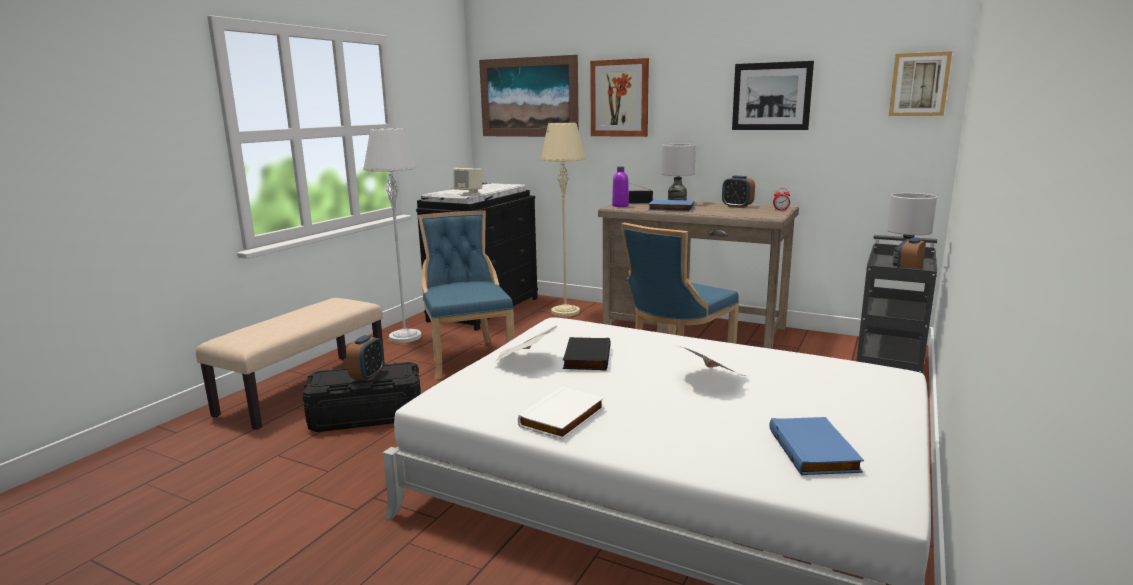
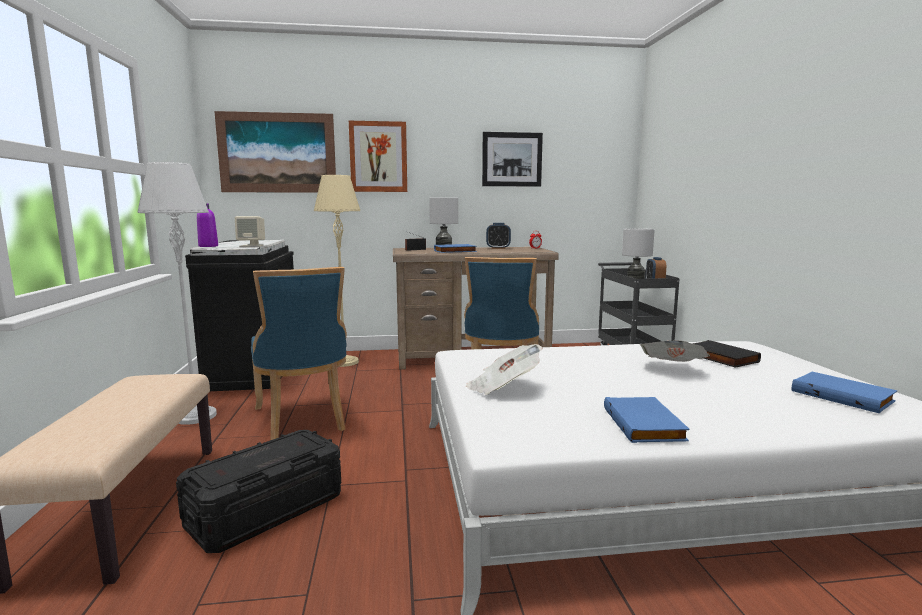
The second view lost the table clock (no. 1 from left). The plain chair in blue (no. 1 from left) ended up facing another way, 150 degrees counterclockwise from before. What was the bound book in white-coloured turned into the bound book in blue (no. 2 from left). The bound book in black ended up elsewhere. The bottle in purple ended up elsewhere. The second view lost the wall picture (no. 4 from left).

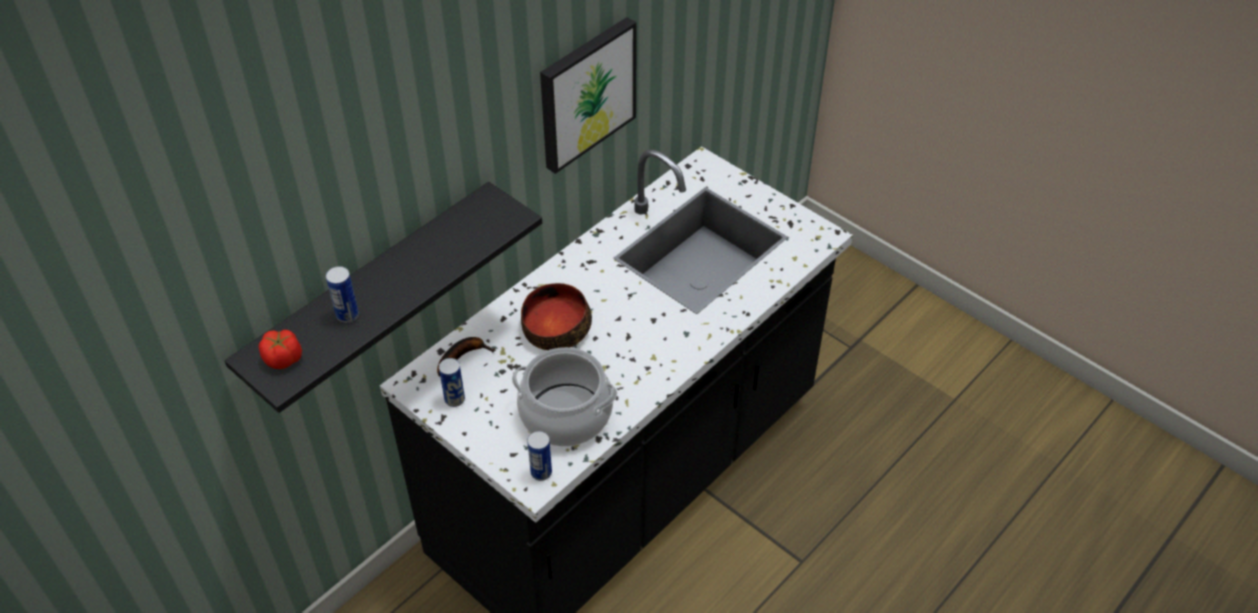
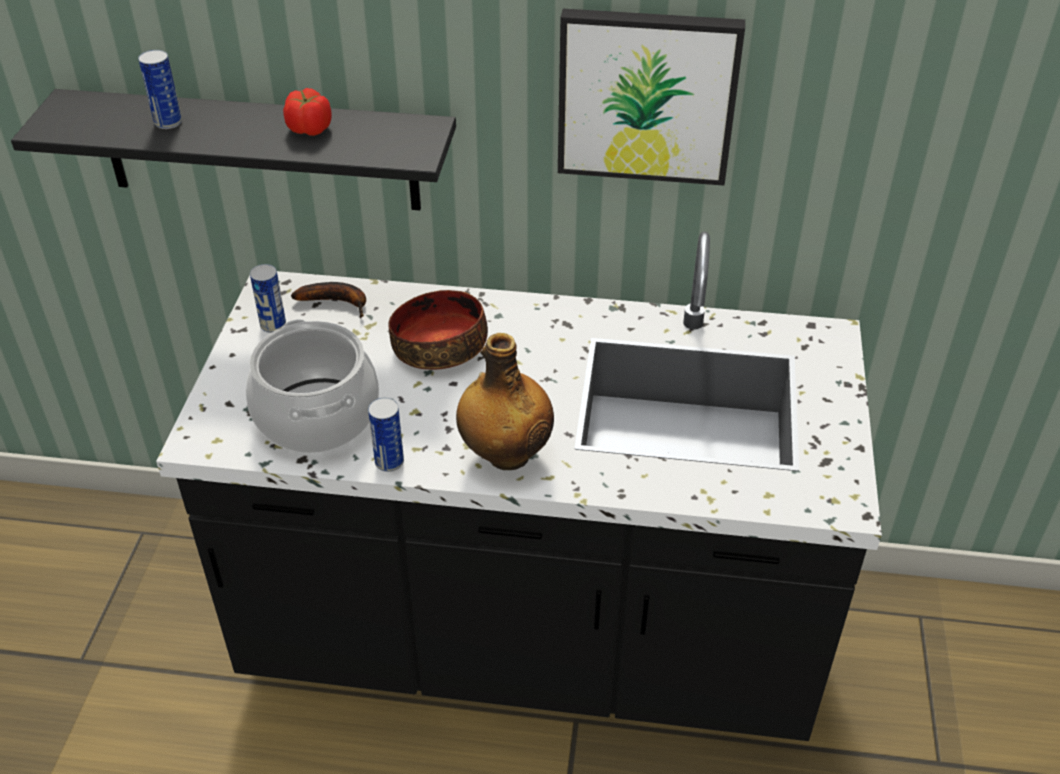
The whole tomato ended up elsewhere. The metal can (no. 3 from left) ended up elsewhere. The second view gained the bottle.

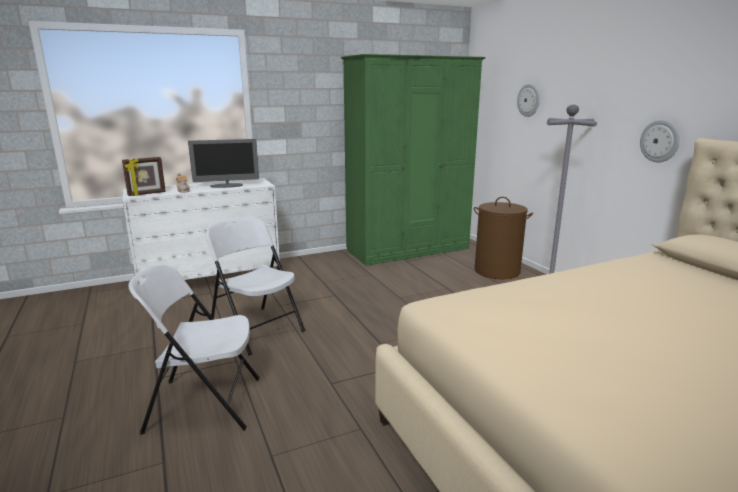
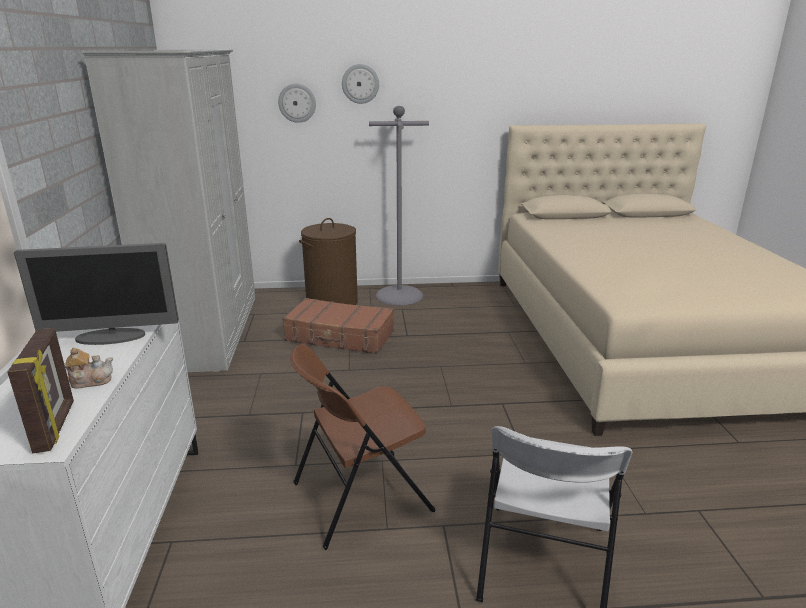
The computer screen ended up facing another way, 75 degrees clockwise from before. What was the plain chair in white-coloured (no. 2 from left) turned into the plain chair in brown. What was the wardrobe in green turned into the wardrobe in white-coloured. The clock on the wall (no. 2 from left) ended up elsewhere. The second view gained the piece of luggage in brown.

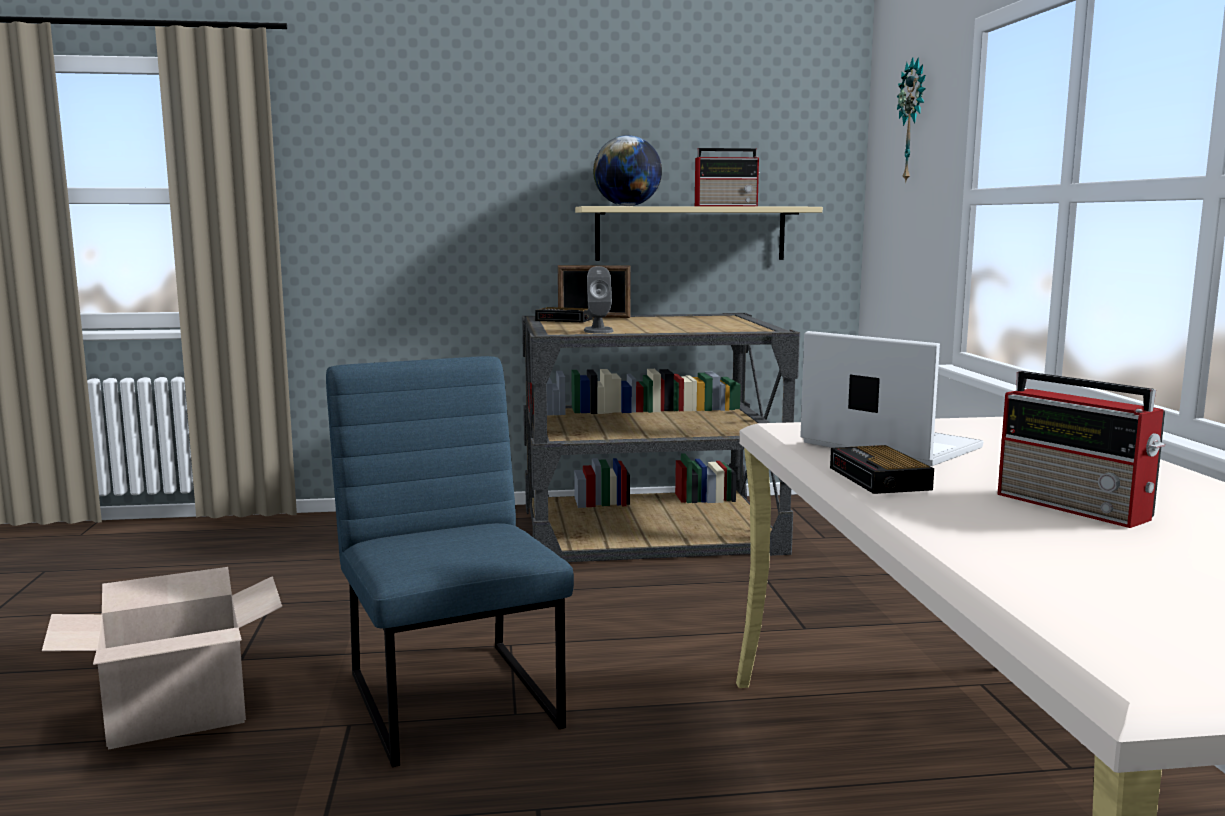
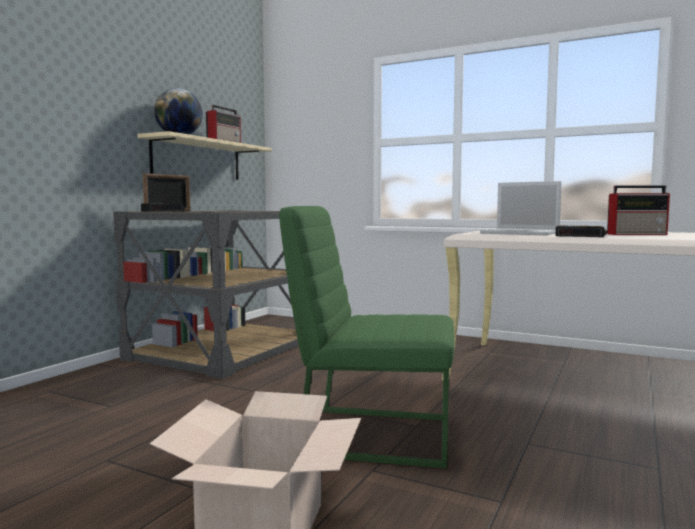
What was the plain chair in blue turned into the plain chair in green. The second view lost the speaker in gray. The laptop ended up facing another way, 135 degrees counterclockwise from before. The second view lost the clock on the wall.

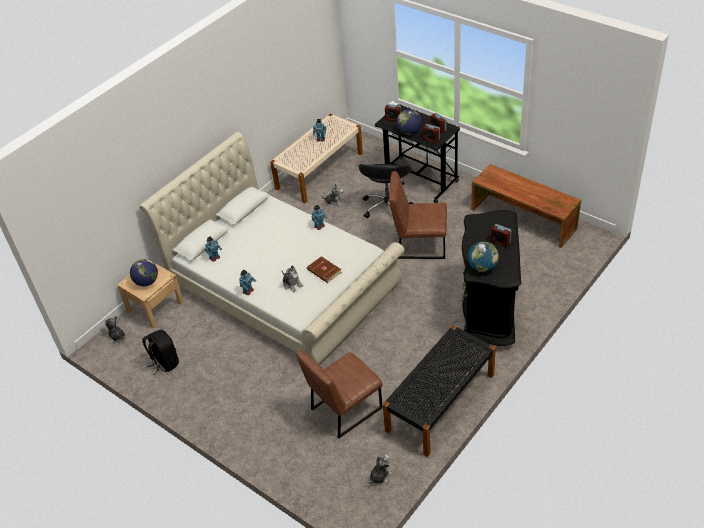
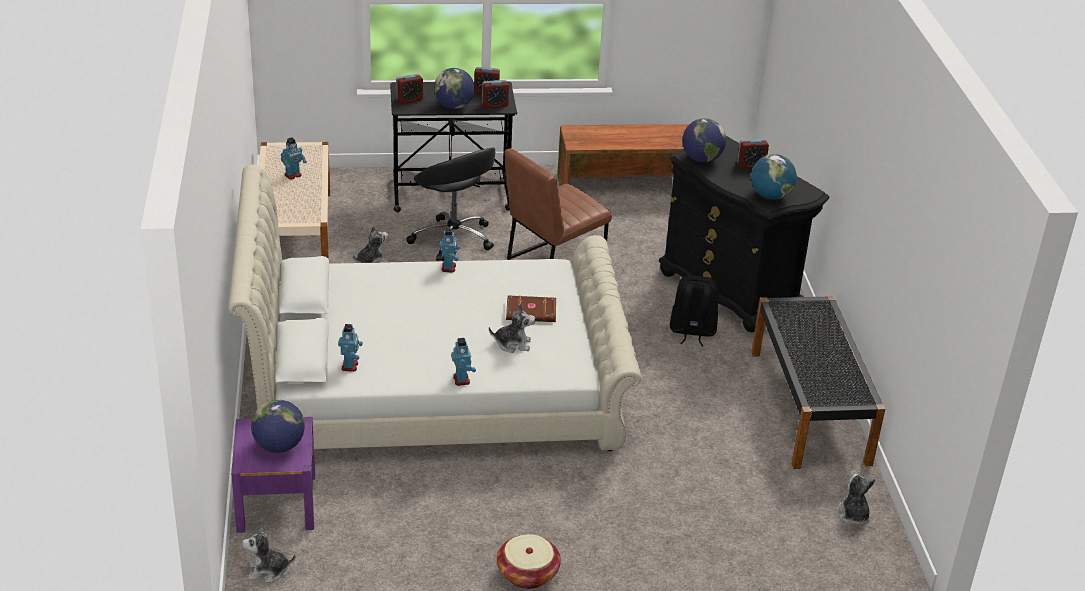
What was the night table in beige turned into the night table in purple. The rucksack in black ended up elsewhere. The second view lost the plain chair in brown (no. 1 from left). The second view gained the basket. The second view gained the desk globe (no. 3 from left).

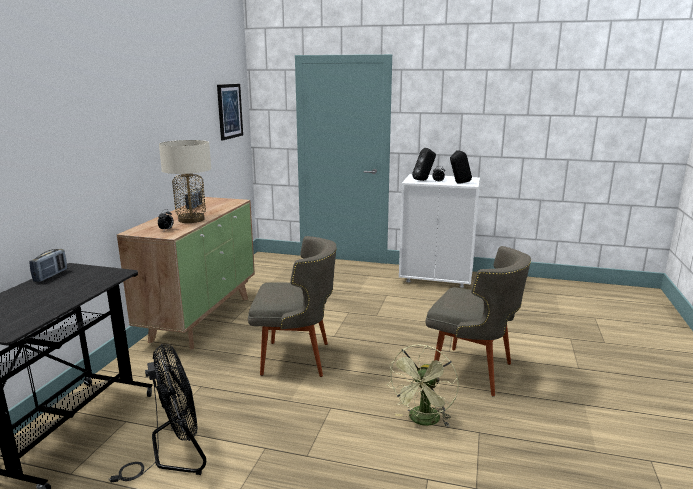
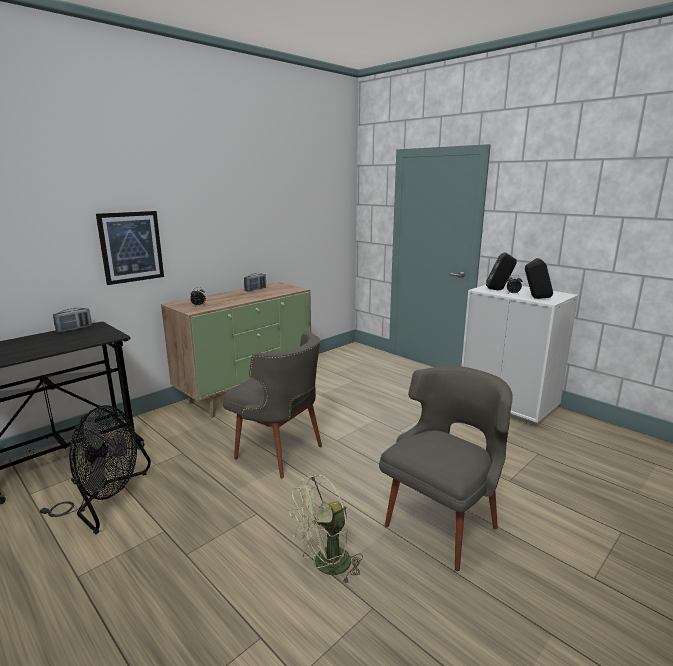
The second view lost the lamp for a table. The wall picture ended up elsewhere. The plain chair in gray (no. 2 from left) ended up facing another way, 105 degrees counterclockwise from before.

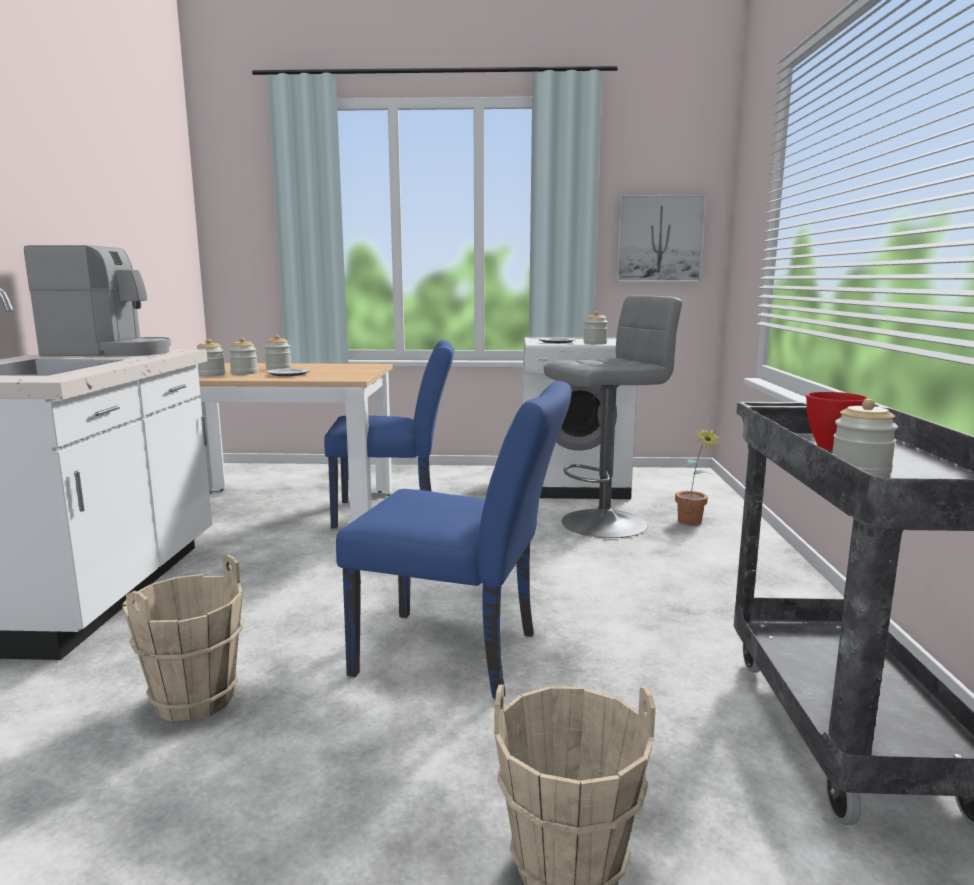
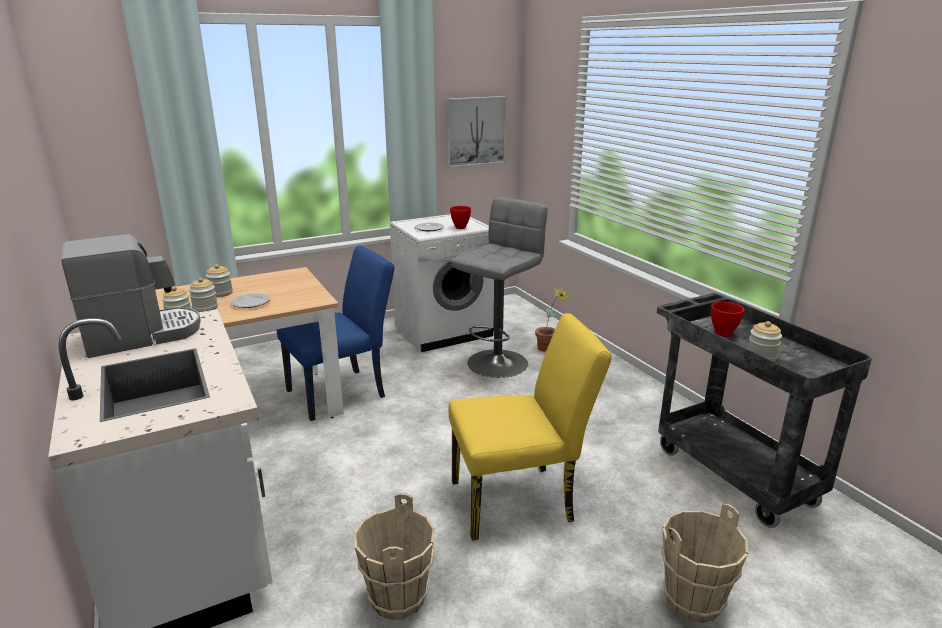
What was the plain chair in blue (no. 2 from left) turned into the plain chair in yellowish. Where the jar (no. 4 from left) stood, the serving bowl in red (no. 1 from left) came to stand.

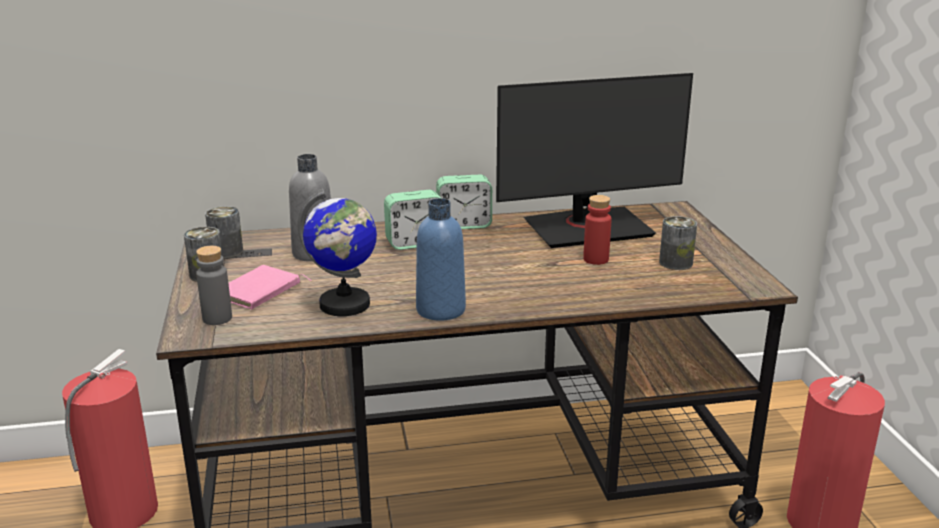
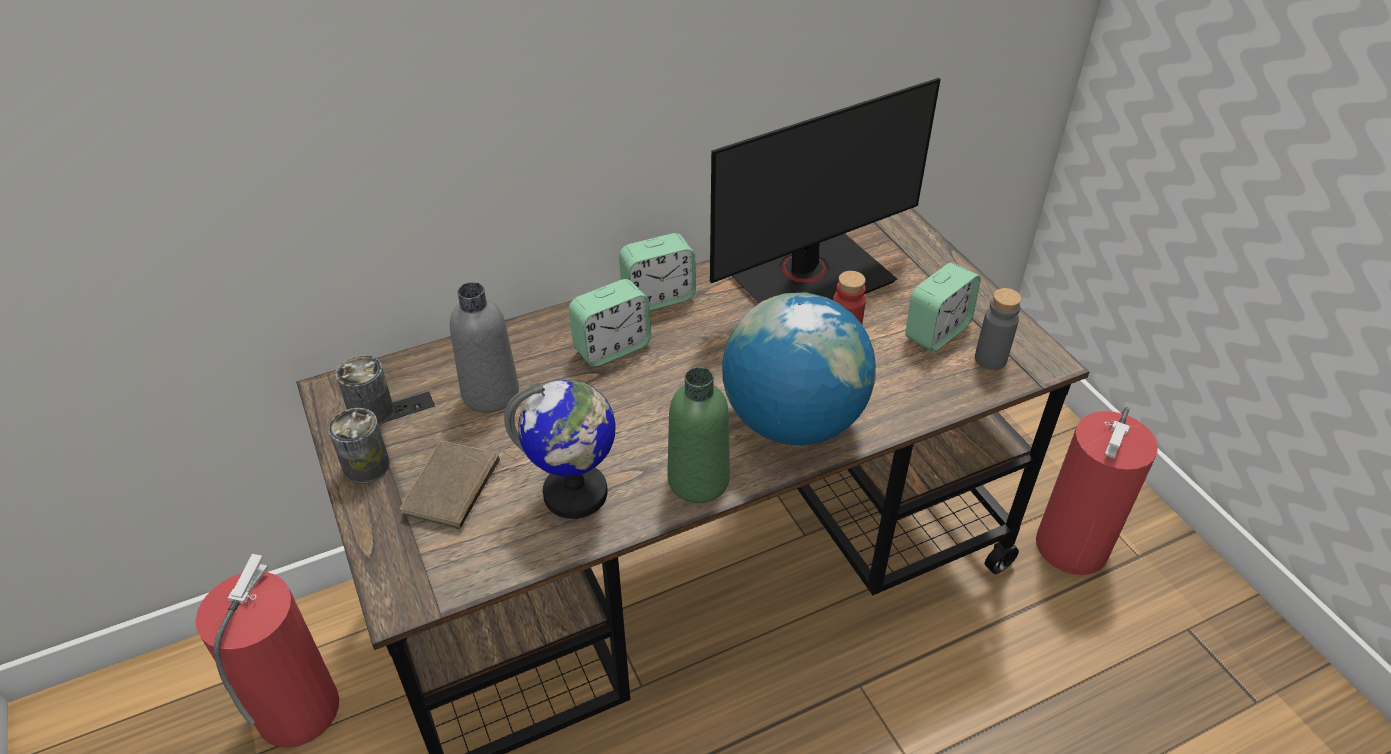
The bottle in gray (no. 1 from left in the first image) ended up elsewhere. What was the bound book in pink turned into the bound book in brown. What was the bottle in blue turned into the bottle in green. Where the metal can (no. 3 from left) stood, the table clock (no. 3 from left) came to stand. The second view gained the desk globe (no. 2 from left).

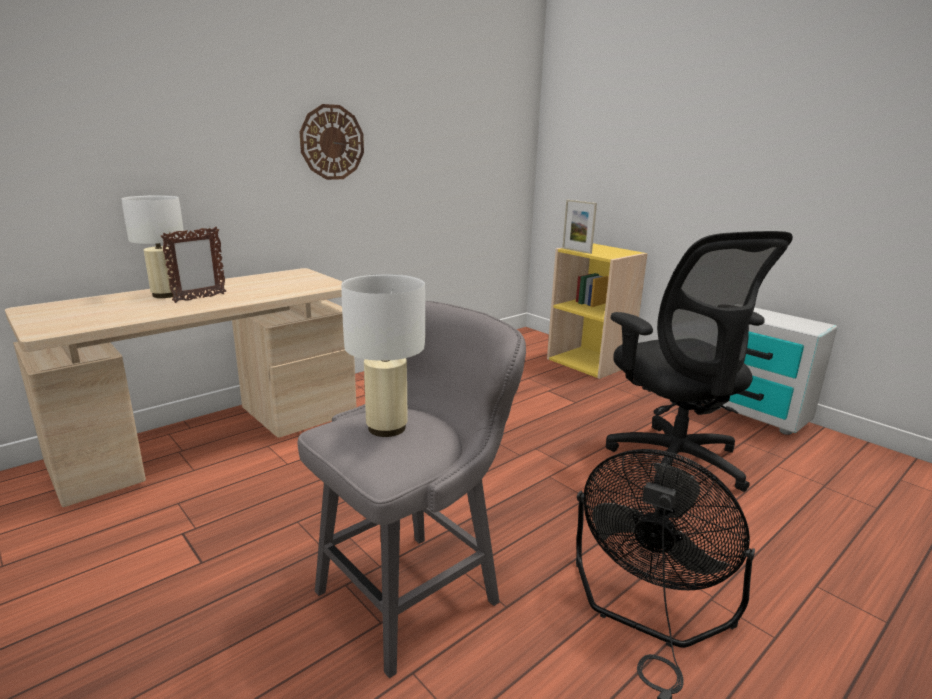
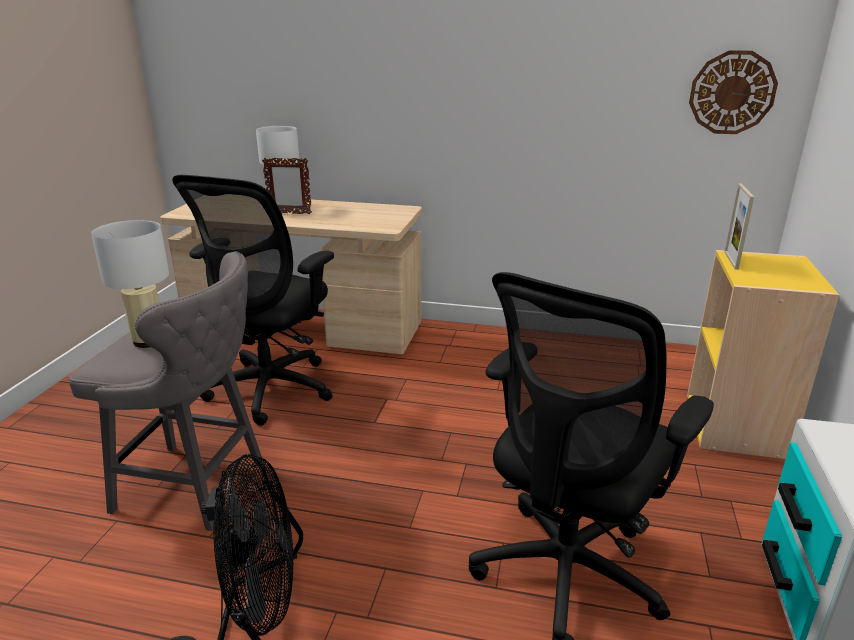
The clock on the wall ended up elsewhere. The second view gained the office chair in black (no. 1 from left).

